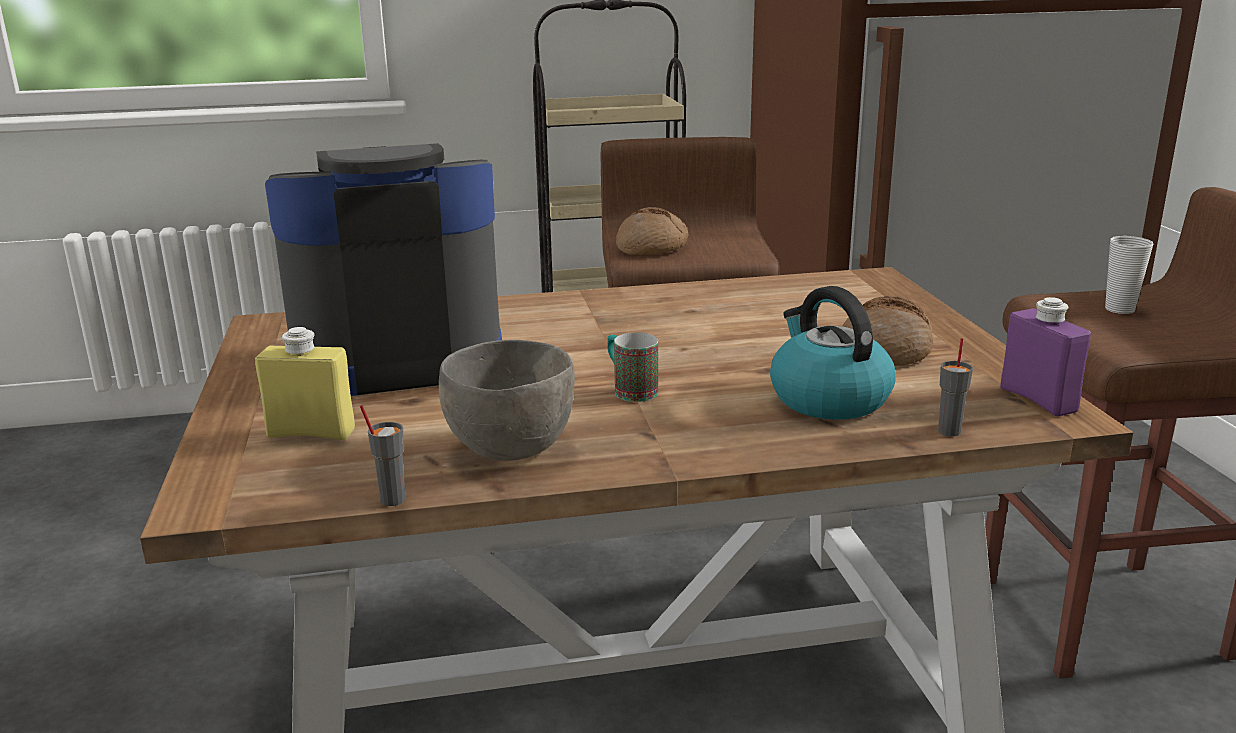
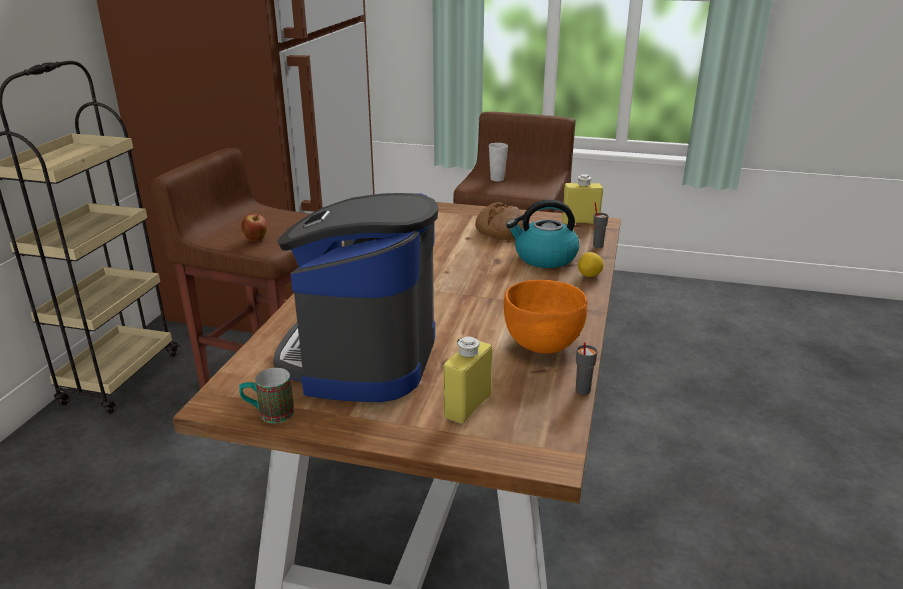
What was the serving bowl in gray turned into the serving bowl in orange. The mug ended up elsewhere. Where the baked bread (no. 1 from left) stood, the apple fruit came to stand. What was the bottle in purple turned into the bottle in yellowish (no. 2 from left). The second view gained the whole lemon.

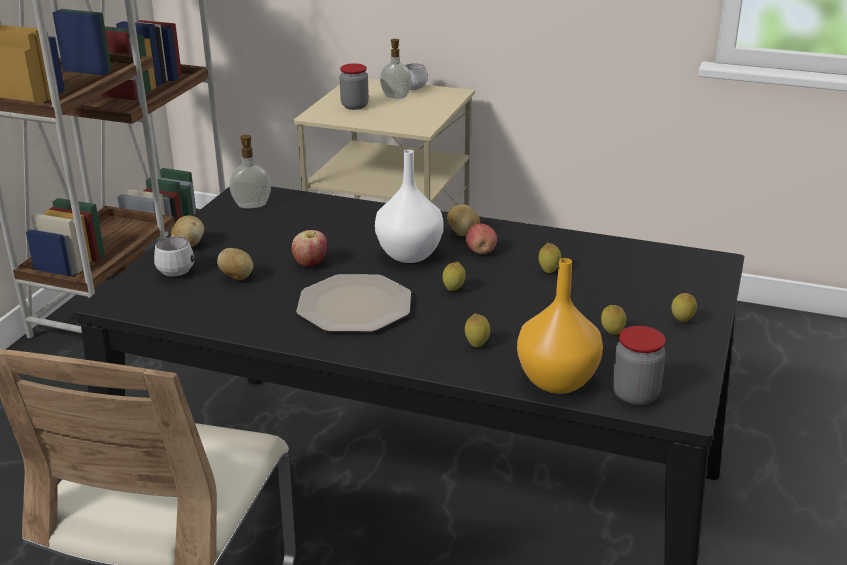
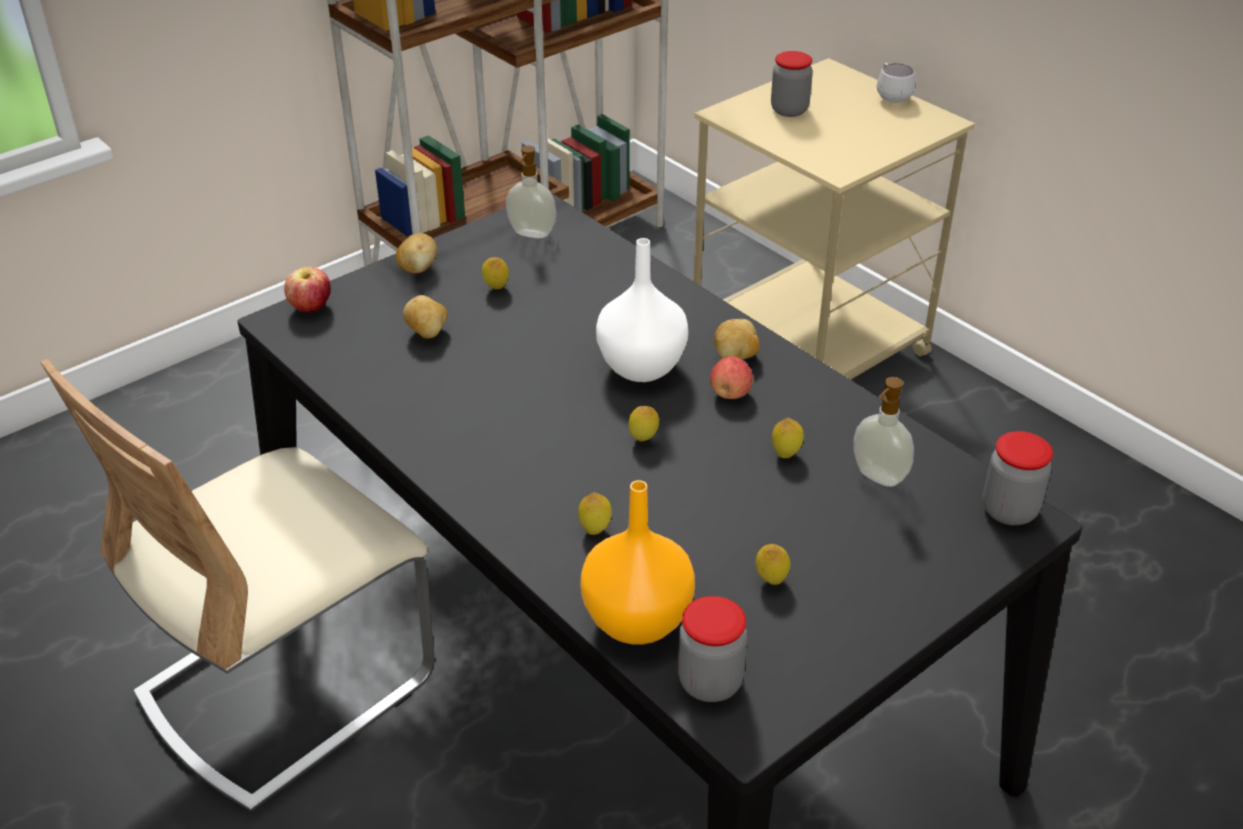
The second view lost the mug in white-coloured (no. 1 from left). The apple fruit (no. 1 from left) ended up elsewhere. The second view lost the plate. The soap bottle (no. 2 from left) ended up elsewhere. The whole lemon (no. 5 from left in the first image) ended up elsewhere. The second view gained the jar (no. 3 from left).

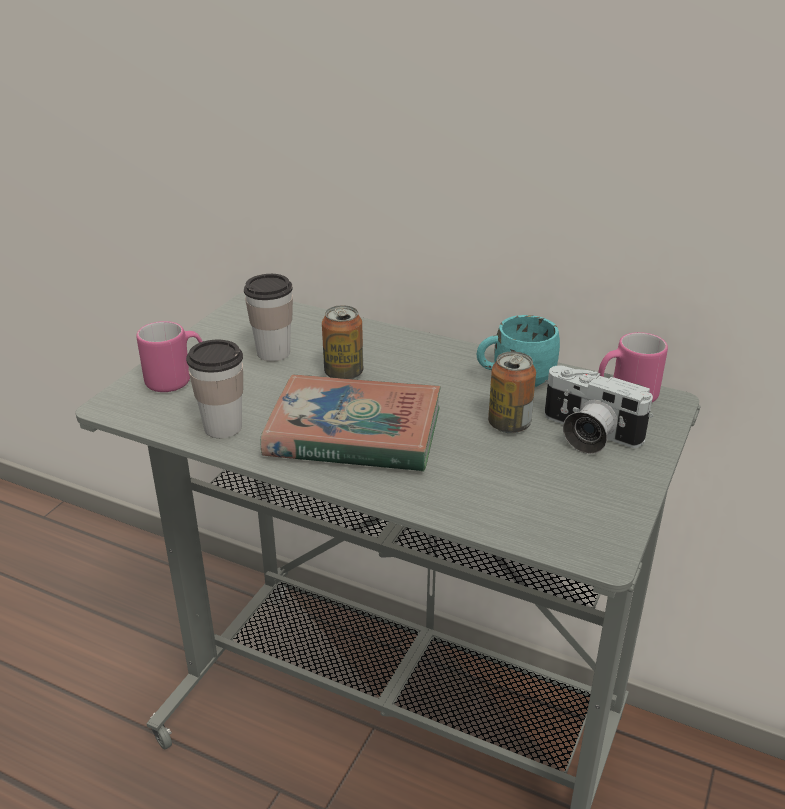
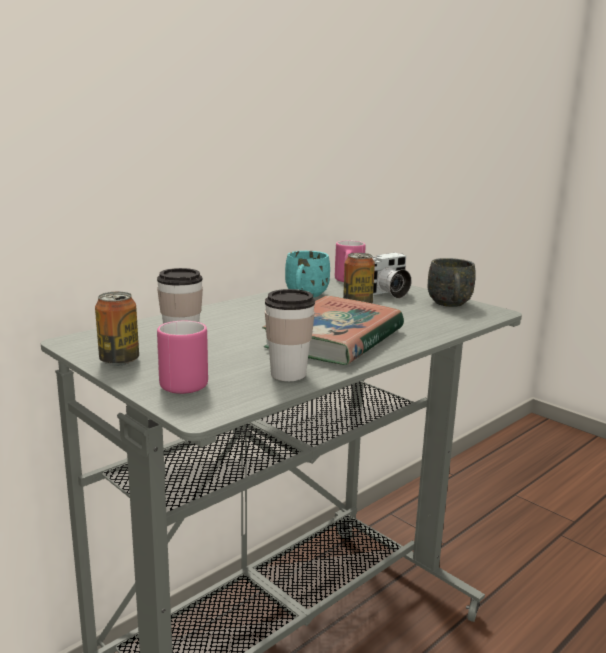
The metal can (no. 1 from left) ended up elsewhere. The second view gained the mug in gray.

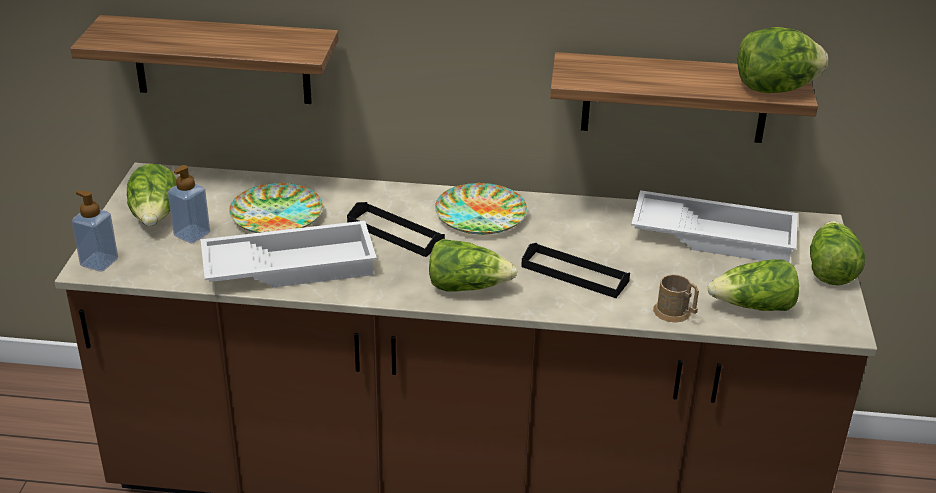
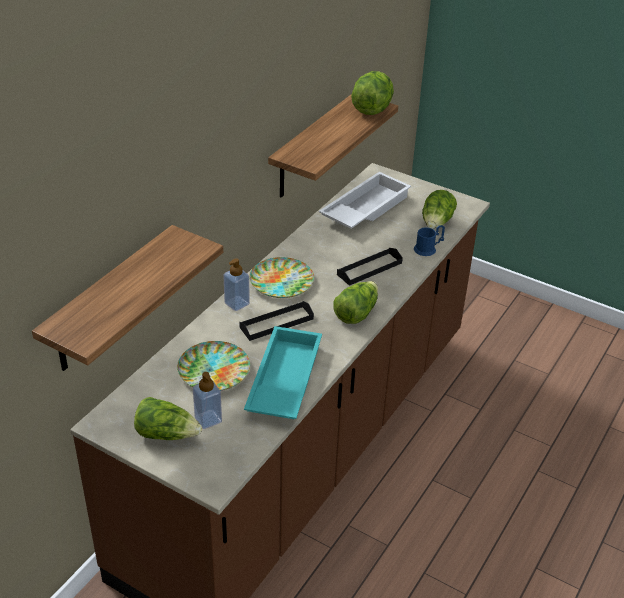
The soap bottle (no. 1 from left in the first image) ended up elsewhere. What was the serving tray in white-coloured (no. 1 from left) turned into the serving tray in turquoise-coloured. What was the mug in brown turned into the mug in blue. The second view lost the lettuce (no. 5 from left).

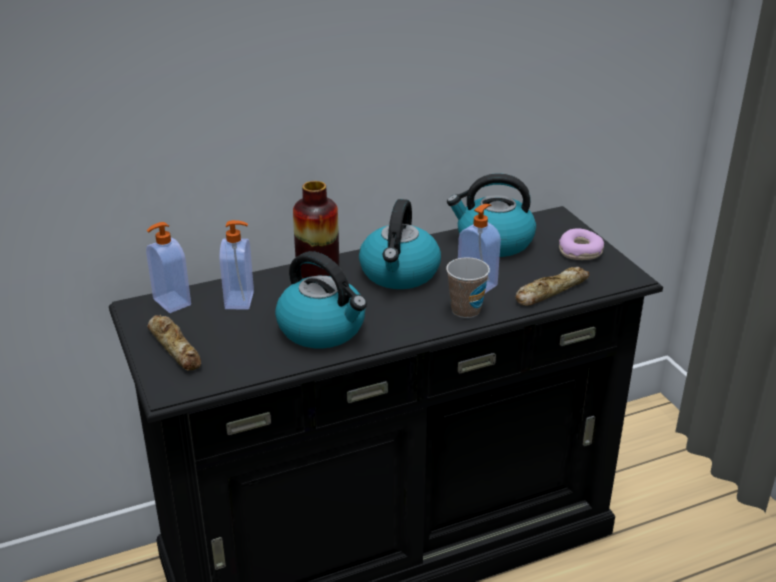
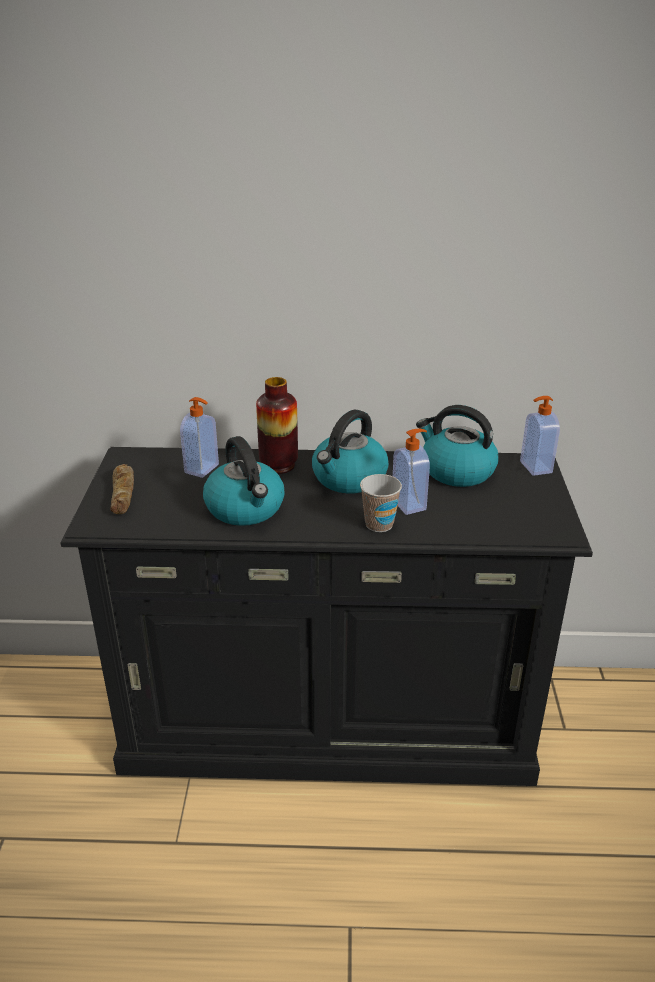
The soap bottle (no. 1 from left in the first image) ended up elsewhere. The second view lost the baked bread (no. 2 from left). The second view lost the donut.

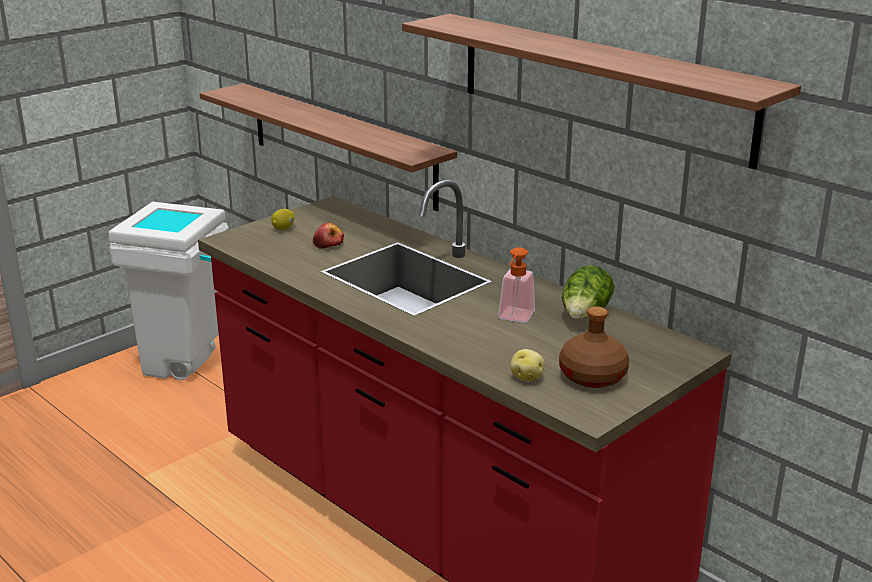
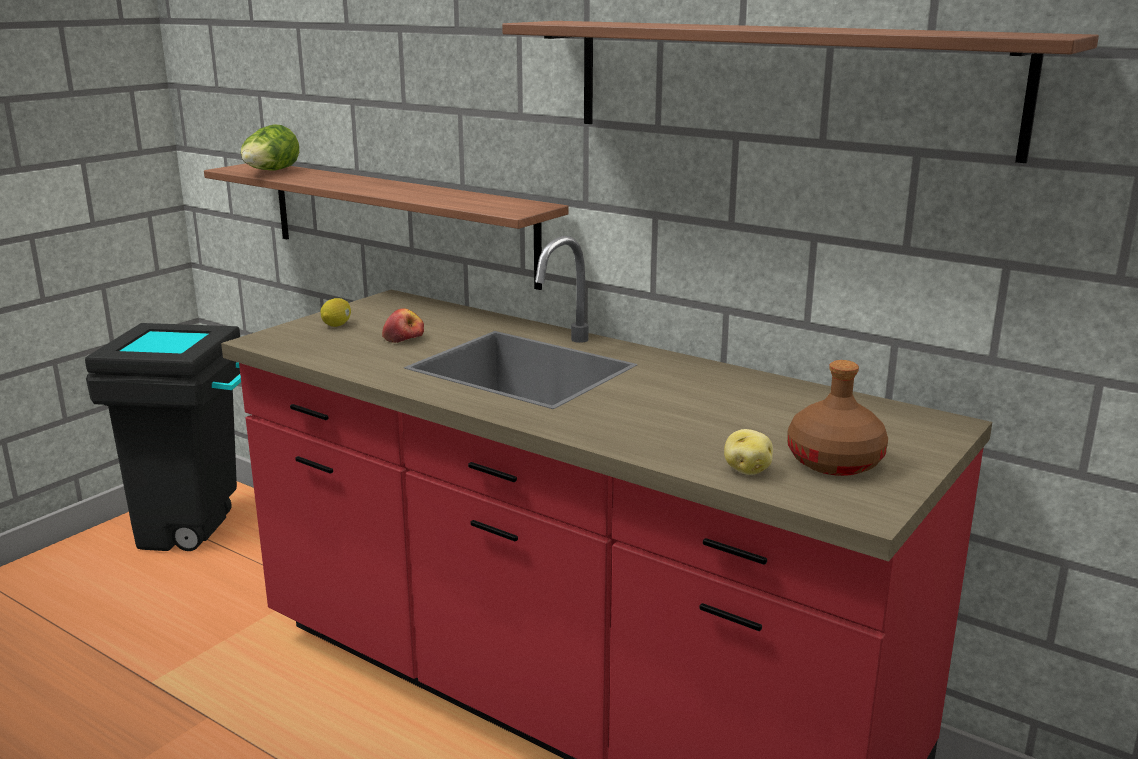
What was the waste bin in white-coloured turned into the waste bin in black. The second view lost the soap bottle. The lettuce ended up elsewhere.

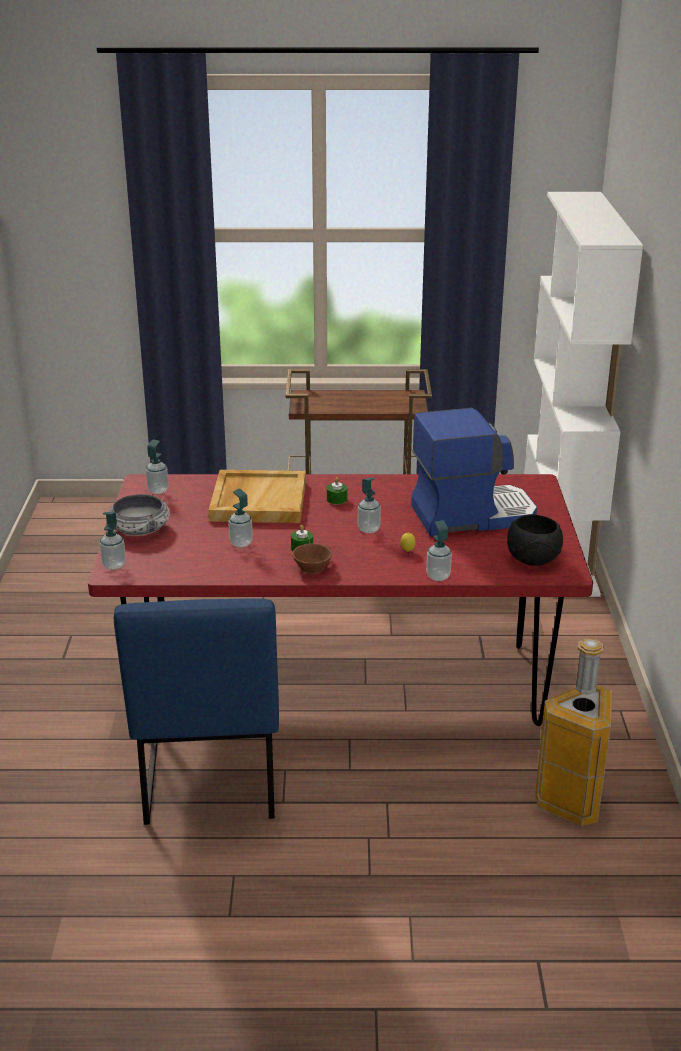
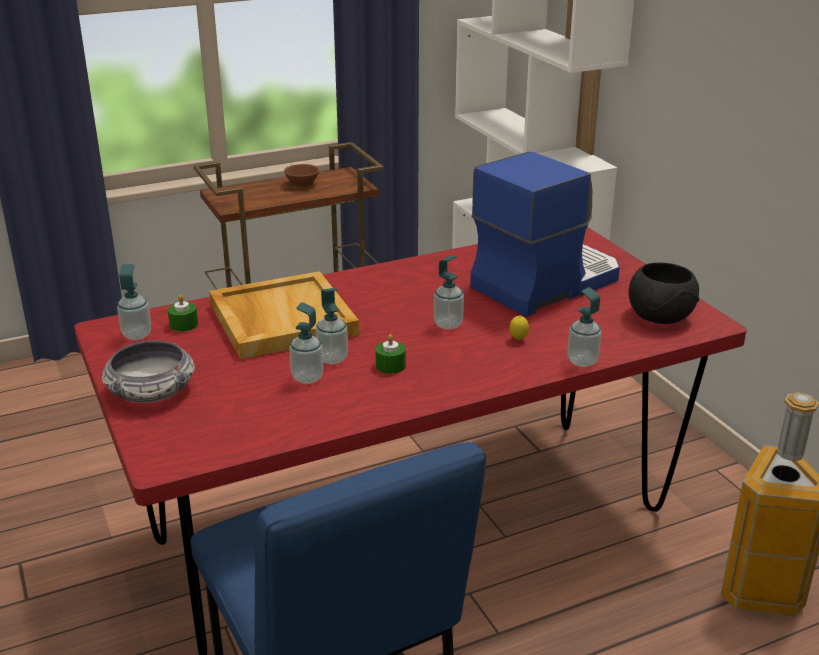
The soap bottle (no. 1 from left in the first image) ended up elsewhere. The small cup in brown ended up elsewhere. The wax candle in green (no. 2 from left in the first image) ended up elsewhere.

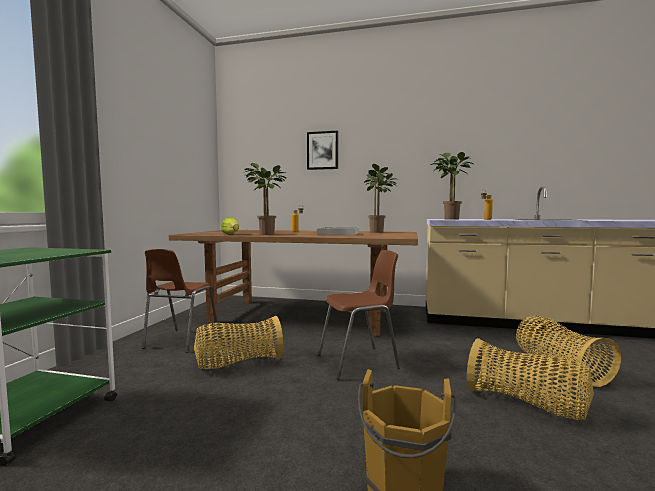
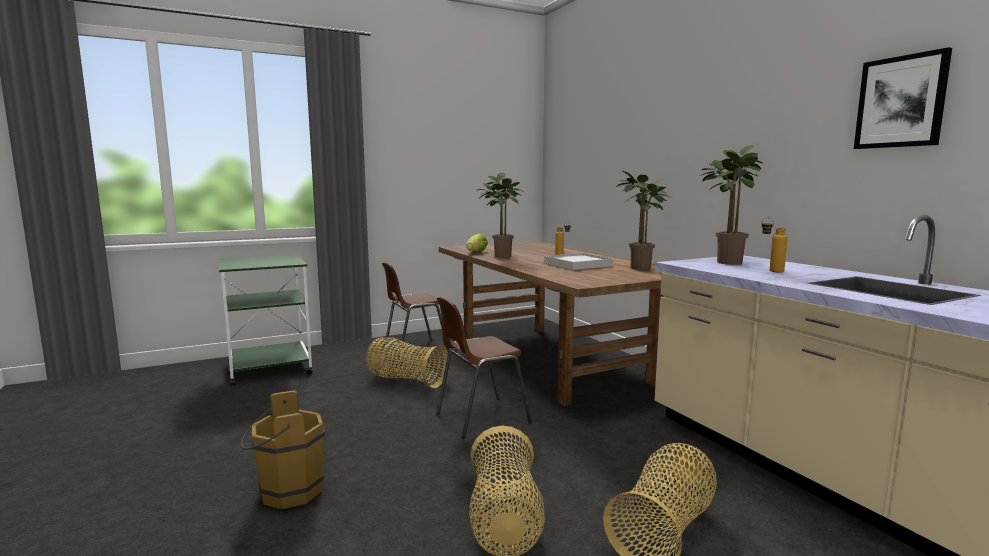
The wall picture ended up elsewhere. The plain chair in brown (no. 2 from left) ended up facing another way, 120 degrees clockwise from before.

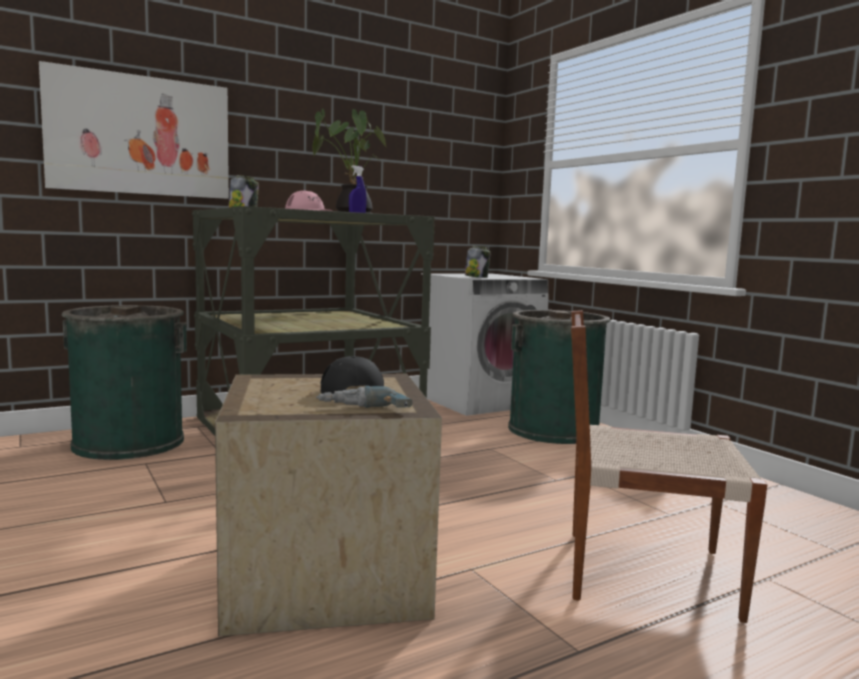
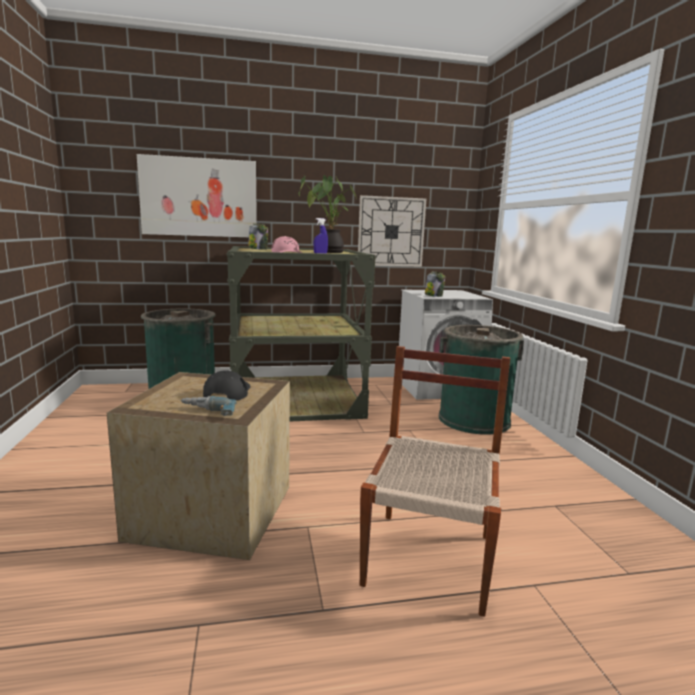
The plain chair ended up facing another way, 75 degrees clockwise from before. The second view gained the clock on the wall.

